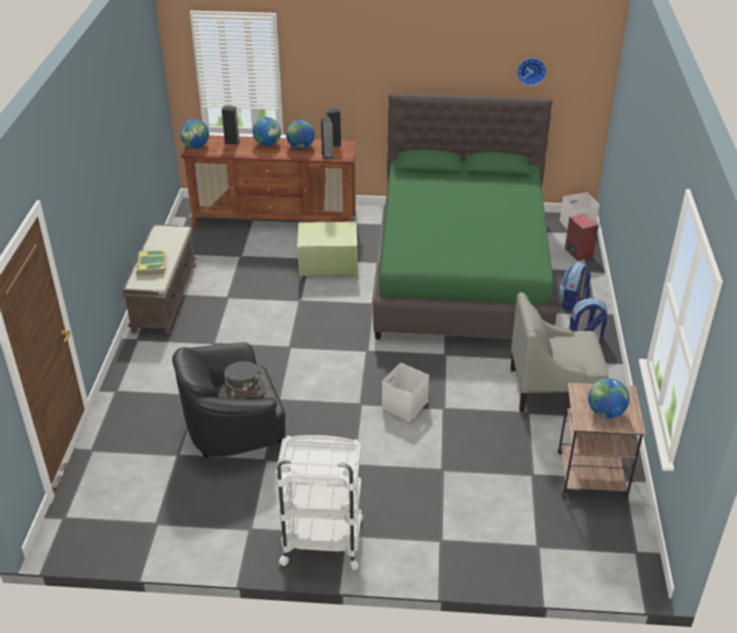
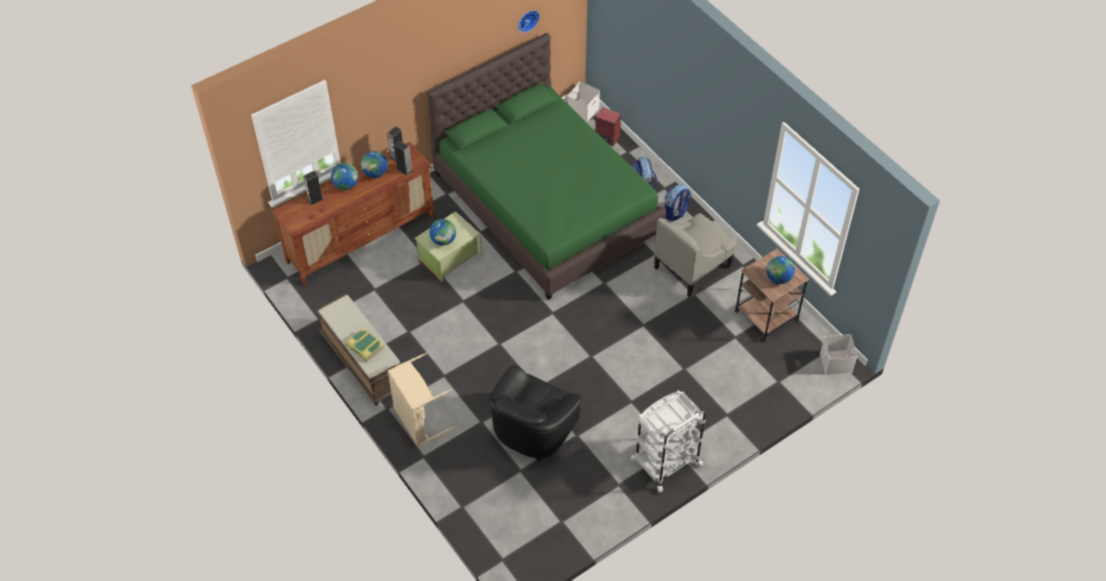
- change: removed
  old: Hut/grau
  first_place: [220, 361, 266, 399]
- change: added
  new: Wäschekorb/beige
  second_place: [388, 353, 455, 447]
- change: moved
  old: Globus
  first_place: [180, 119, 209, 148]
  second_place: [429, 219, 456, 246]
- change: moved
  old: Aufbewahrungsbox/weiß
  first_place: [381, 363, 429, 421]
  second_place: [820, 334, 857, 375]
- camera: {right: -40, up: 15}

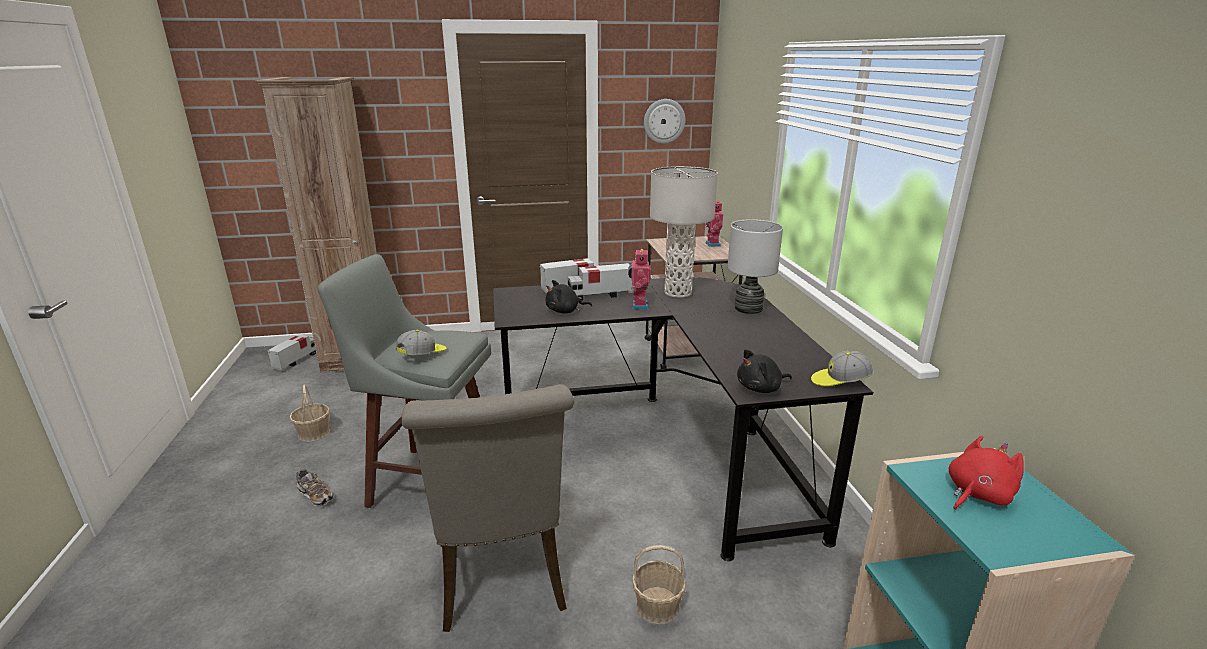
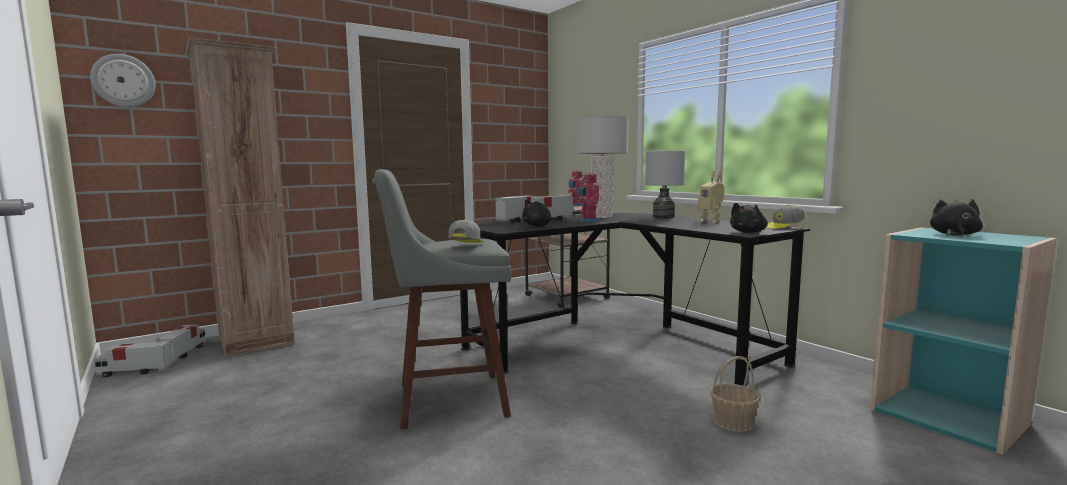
- change: removed
  old: Korb
  first_place: [290, 384, 330, 442]
- change: removed
  old: Schuh
  first_place: [296, 469, 333, 507]
- change: removed
  old: Stuhl/beige
  first_place: [401, 384, 574, 632]
- change: added
  new: Spielzeuglaster
  second_place: [94, 341, 173, 377]
- change: added
  new: Spielzeugroboter
  second_place: [698, 171, 725, 223]
- change: moved
  old: Wanduhr
  first_place: [644, 99, 685, 144]
  second_place: [90, 54, 156, 107]
- change: recoloured
  old: Plüschtier/rot
  new: Plüschtier/schwarz
  first_place: [949, 436, 1024, 510]
  second_place: [930, 199, 983, 236]
- camera: {right: -25, up: -15}

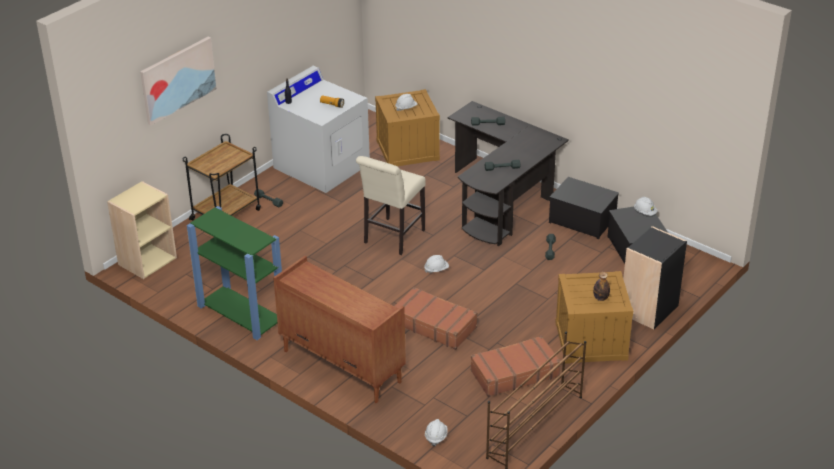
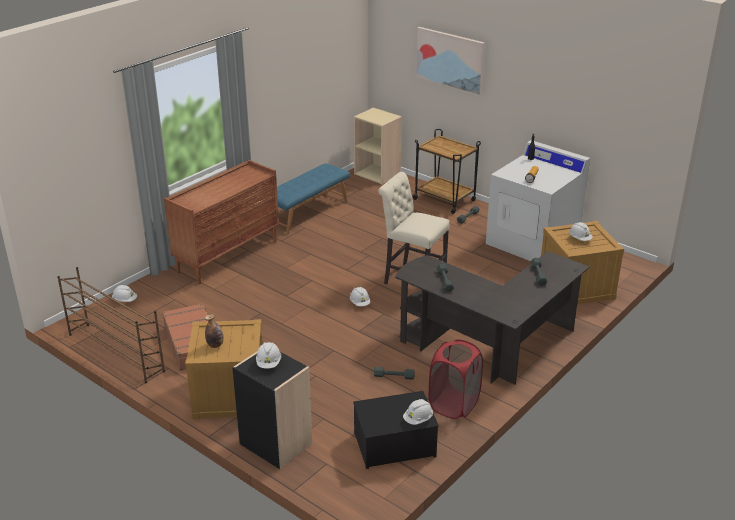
- change: removed
  old: Koffer/braun
  first_place: [395, 287, 478, 350]
- change: added
  new: Schutzhelm/weiß
  second_place: [256, 342, 281, 369]
- change: replaced
  old: Bücherregal/grün
  new: Bank/blau
  first_place: [187, 206, 282, 340]
  second_place: [277, 163, 350, 235]
- change: replaced
  old: Aufbewahrungsbox
  new: Wäschekorb/rot
  first_place: [549, 177, 619, 239]
  second_place: [429, 339, 483, 419]
- camera: {right: 90, up: -5}

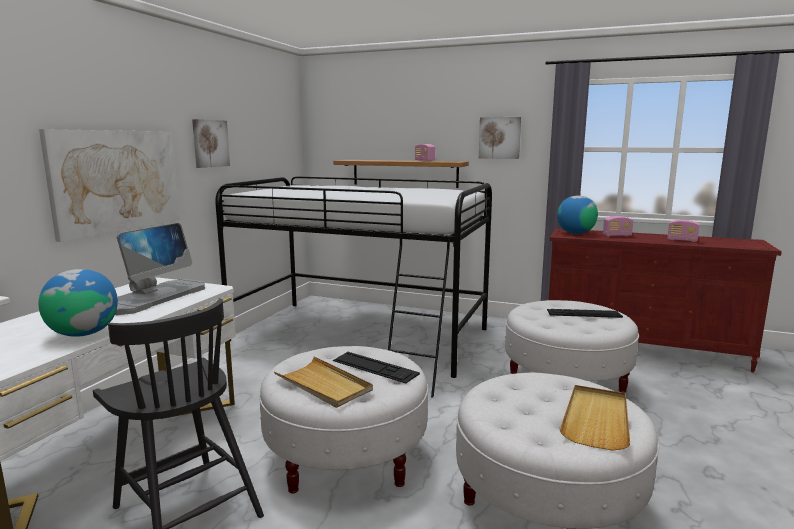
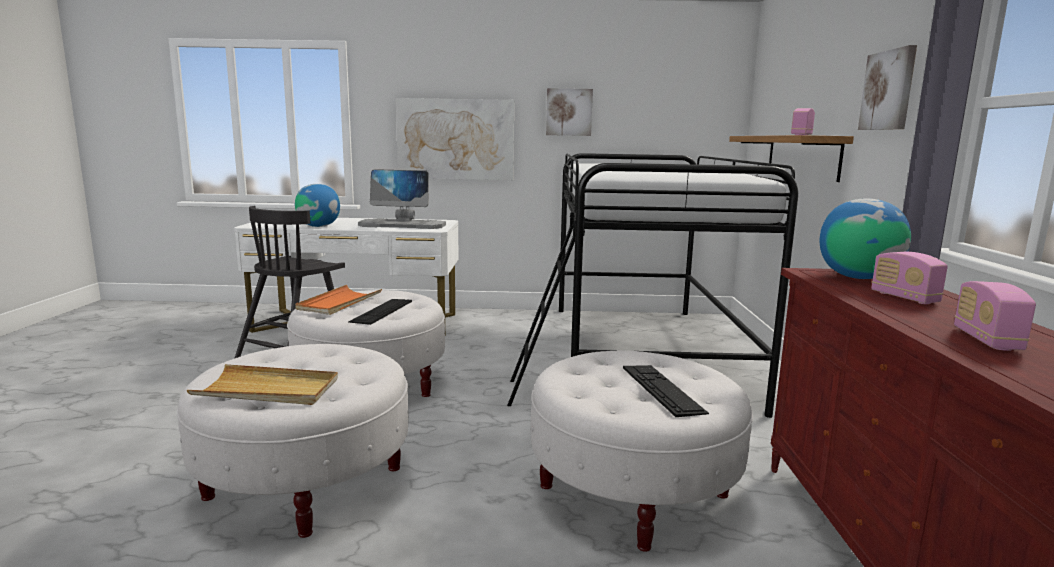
- change: recoloured
  old: Tablett/beige
  new: Tablett/orange
  first_place: [274, 356, 373, 408]
  second_place: [295, 285, 382, 315]
- camera: {right: 70, up: 0}

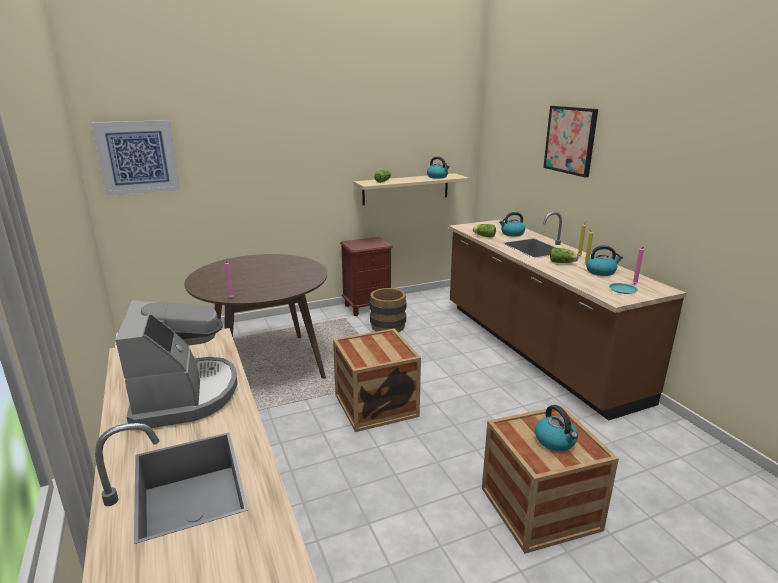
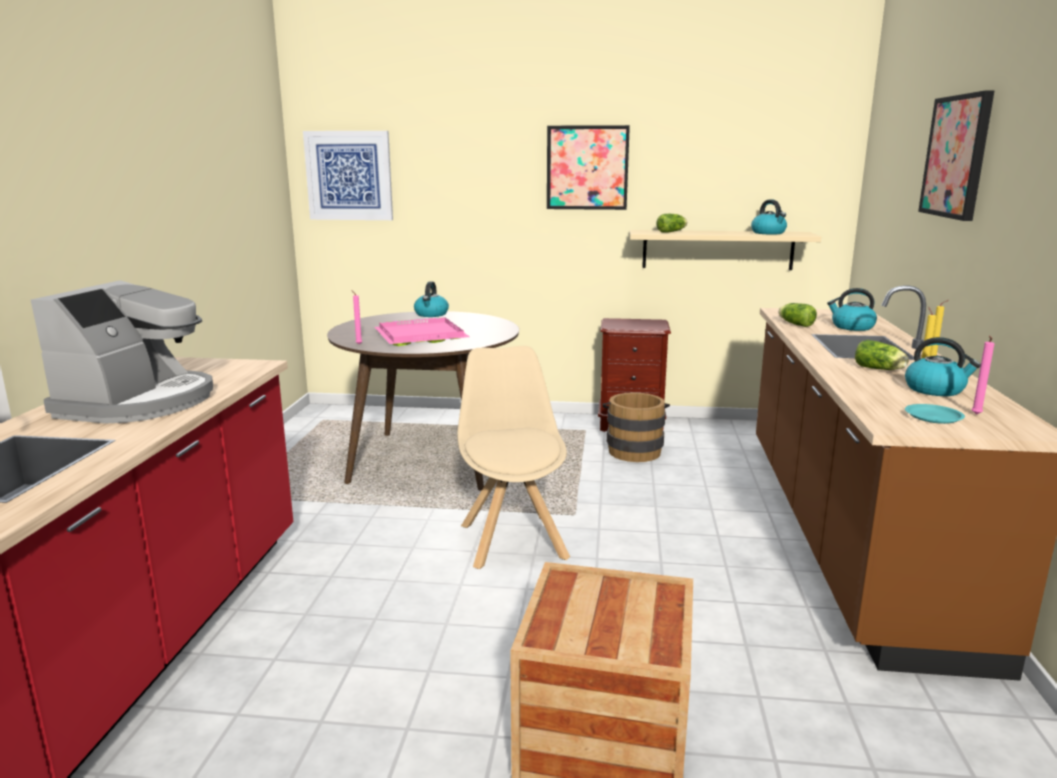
- change: added
  new: Tablett/rosa
  second_place: [375, 317, 470, 346]
- change: added
  new: Bild
  second_place: [547, 125, 630, 210]
- change: moved
  old: Wasserkessel
  first_place: [535, 405, 578, 451]
  second_place: [414, 281, 449, 317]
- change: replaced
  old: Kiste
  new: Stuhl/beige
  first_place: [333, 328, 421, 432]
  second_place: [457, 346, 570, 569]
- camera: {right: 30, up: -5}

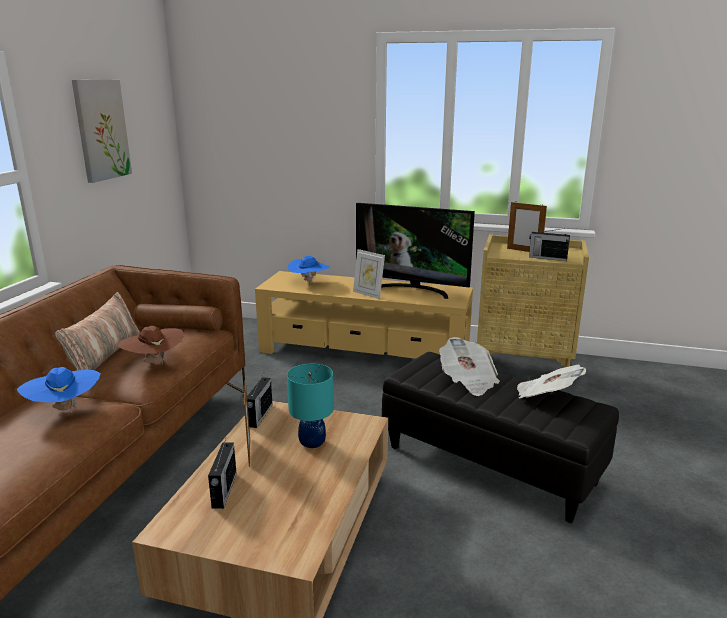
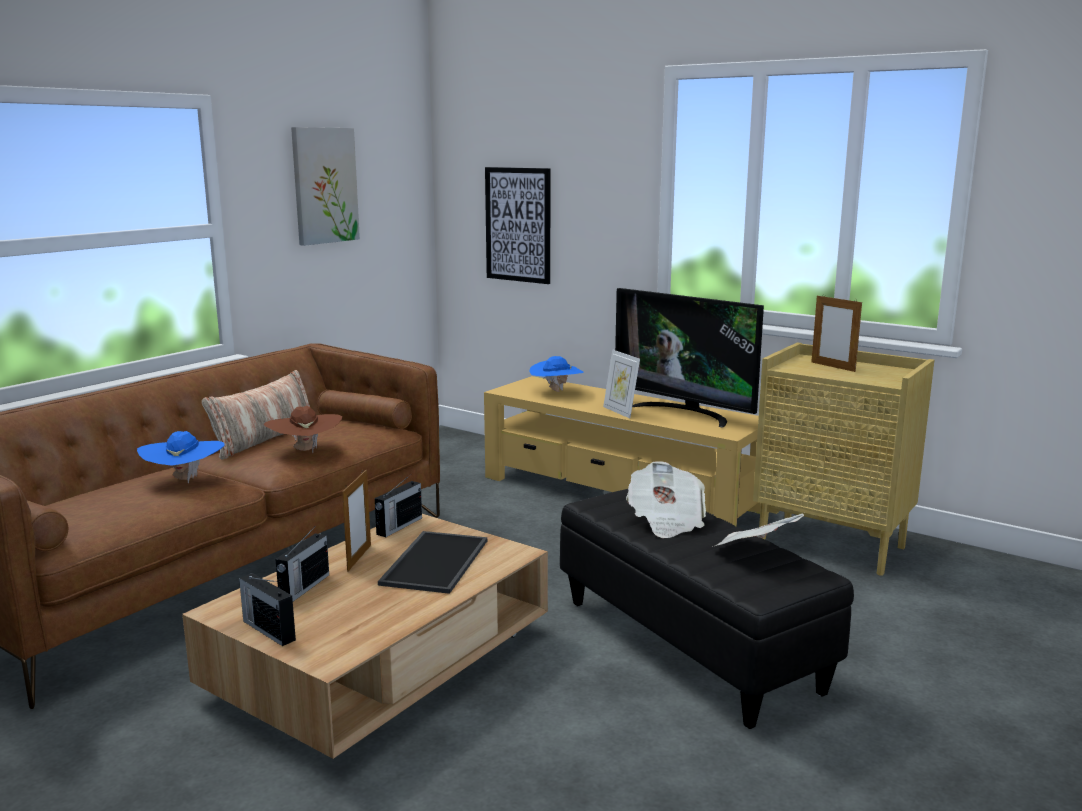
- change: added
  new: Bild
  second_place: [485, 167, 551, 284]
- change: moved
  old: Radio
  first_place: [529, 228, 570, 261]
  second_place: [239, 573, 296, 646]
- change: replaced
  old: Tischlampe/türkis
  new: Tablett
  first_place: [287, 364, 334, 448]
  second_place: [378, 531, 487, 594]
- camera: {right: 20, up: -5}

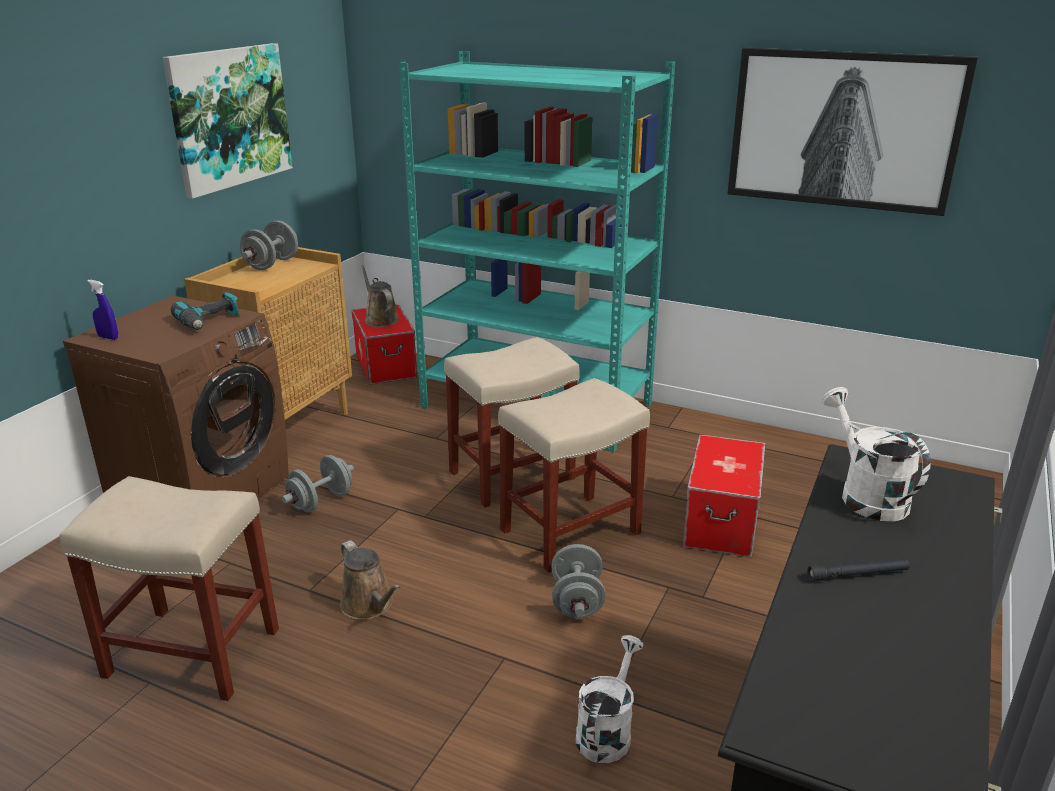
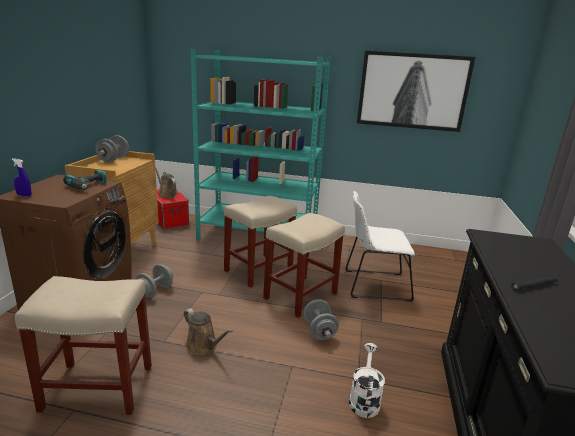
- change: removed
  old: Bild
  first_place: [162, 43, 293, 199]
- change: removed
  old: Gießkanne/weiß
  first_place: [822, 387, 931, 521]
- change: replaced
  old: Aufbewahrungsbox
  new: Stuhl/weiß
  first_place: [683, 435, 766, 557]
  second_place: [345, 191, 415, 302]
- camera: {right: -15, up: -5}

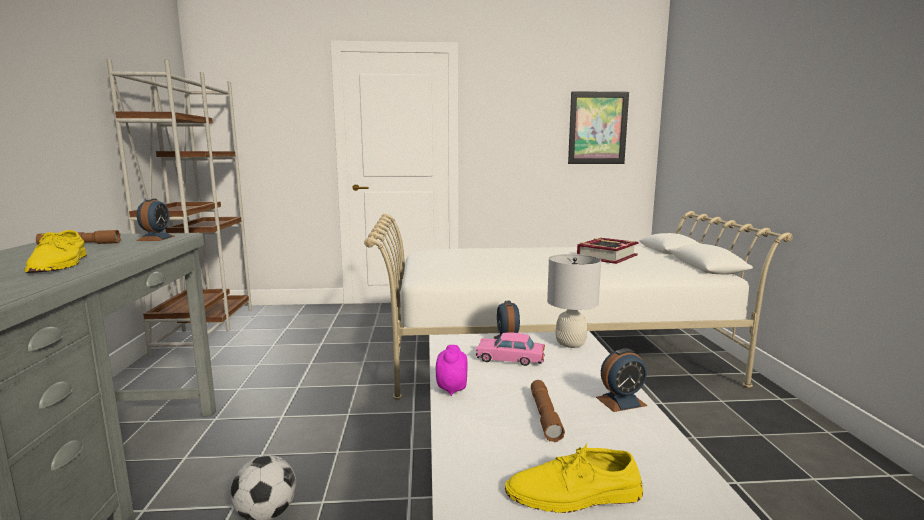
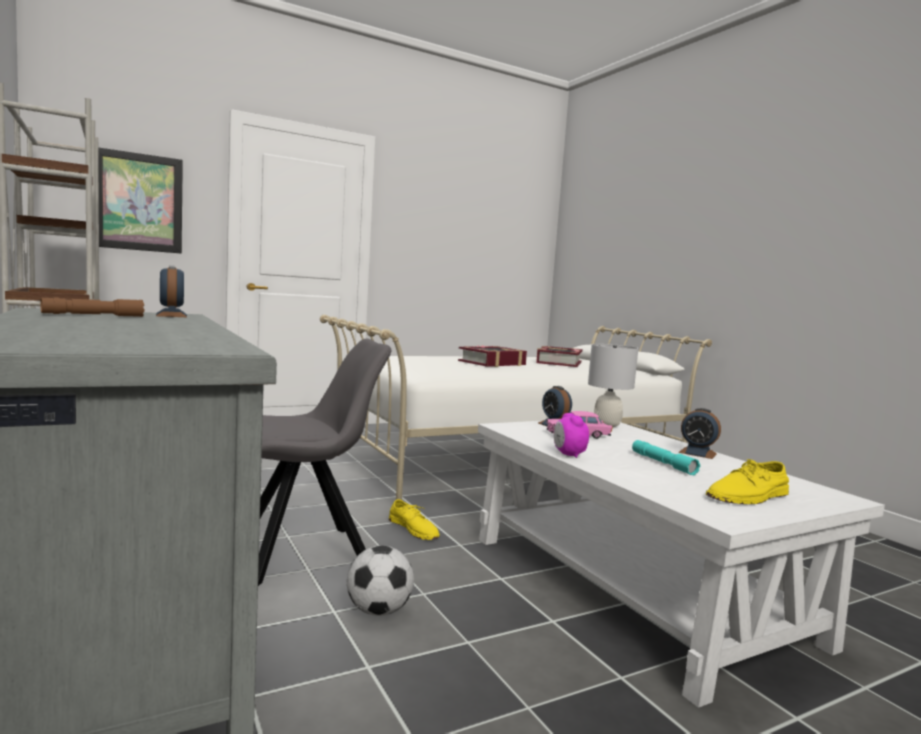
- change: added
  new: Stuhl/grau
  second_place: [258, 339, 391, 586]
- change: added
  new: Buch
  second_place: [458, 345, 527, 367]
- change: moved
  old: Schuh/gelb
  first_place: [24, 230, 87, 273]
  second_place: [389, 499, 440, 540]
- change: moved
  old: Bild
  first_place: [568, 91, 629, 164]
  second_place: [98, 147, 183, 253]
- change: recoloured
  old: Taschenlampe/braun
  new: Taschenlampe/türkis
  first_place: [531, 380, 565, 442]
  second_place: [632, 440, 700, 475]
- change: turned
  old: Wecker
  first_place: [596, 348, 647, 412]
  second_place: [679, 408, 721, 459]
  degrees: 75
- camera: {right: -25, up: -5}

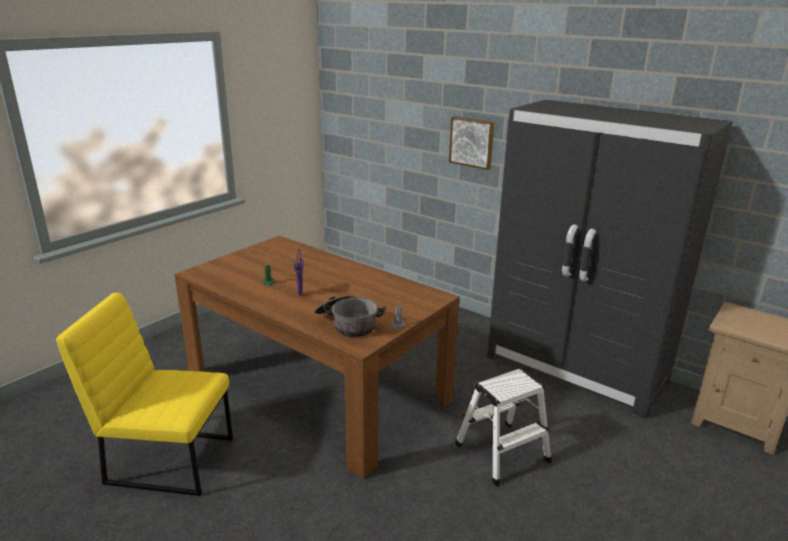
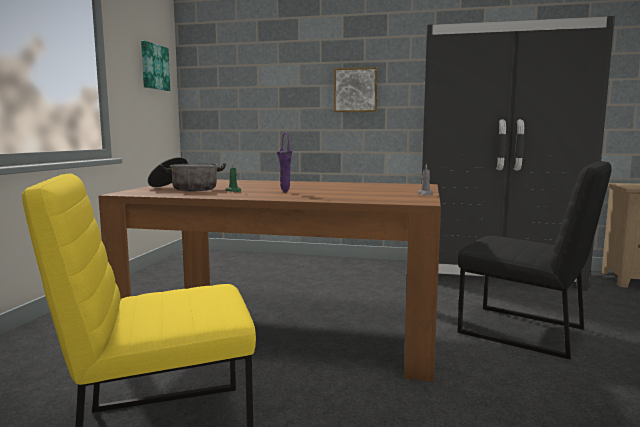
- change: added
  new: Bild
  second_place: [141, 41, 170, 91]
- change: moved
  old: Kochtopf
  first_place: [314, 296, 386, 337]
  second_place: [148, 157, 226, 191]
- change: replaced
  old: Trittleiter/weiß
  new: Stuhl/schwarz
  first_place: [455, 368, 552, 487]
  second_place: [457, 161, 612, 360]
- camera: {right: -25, up: -15}

